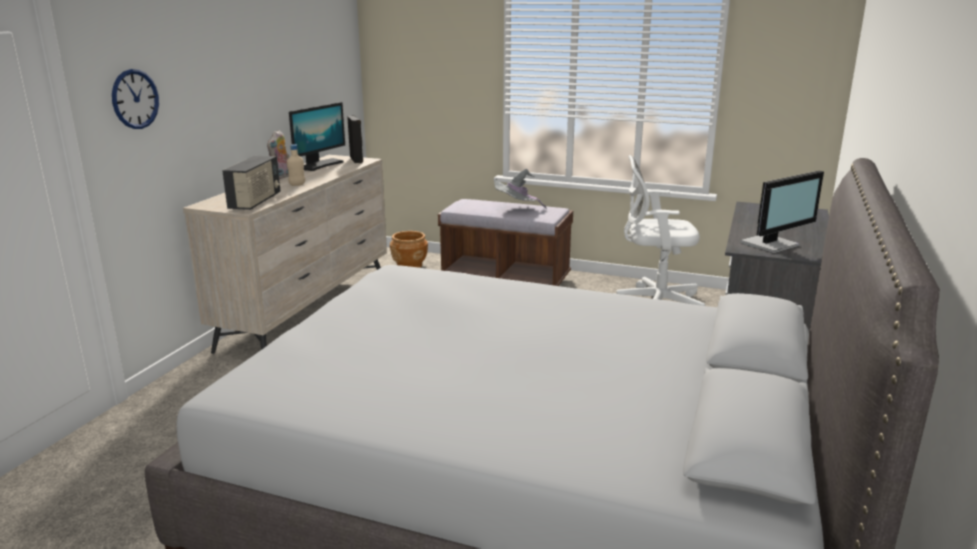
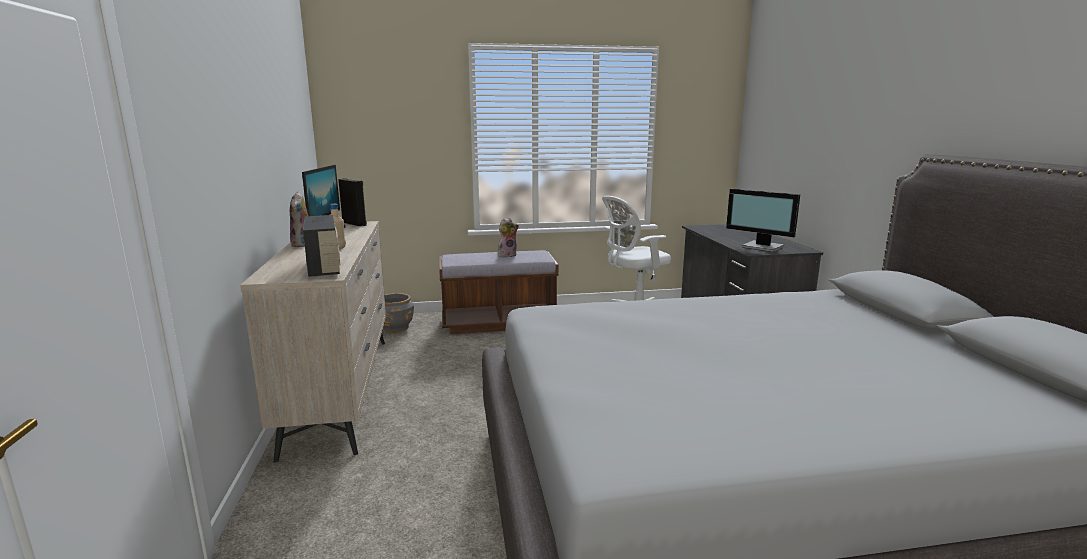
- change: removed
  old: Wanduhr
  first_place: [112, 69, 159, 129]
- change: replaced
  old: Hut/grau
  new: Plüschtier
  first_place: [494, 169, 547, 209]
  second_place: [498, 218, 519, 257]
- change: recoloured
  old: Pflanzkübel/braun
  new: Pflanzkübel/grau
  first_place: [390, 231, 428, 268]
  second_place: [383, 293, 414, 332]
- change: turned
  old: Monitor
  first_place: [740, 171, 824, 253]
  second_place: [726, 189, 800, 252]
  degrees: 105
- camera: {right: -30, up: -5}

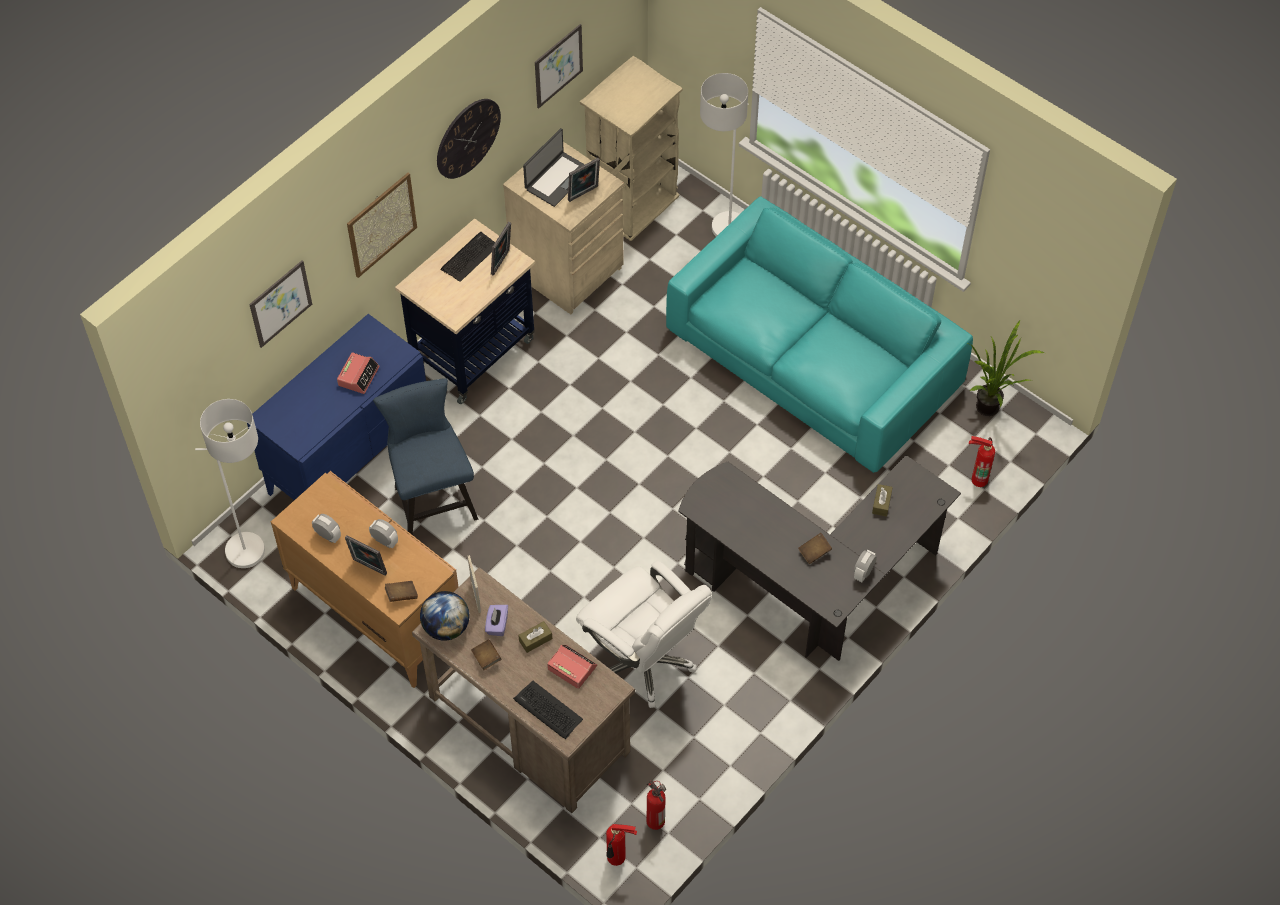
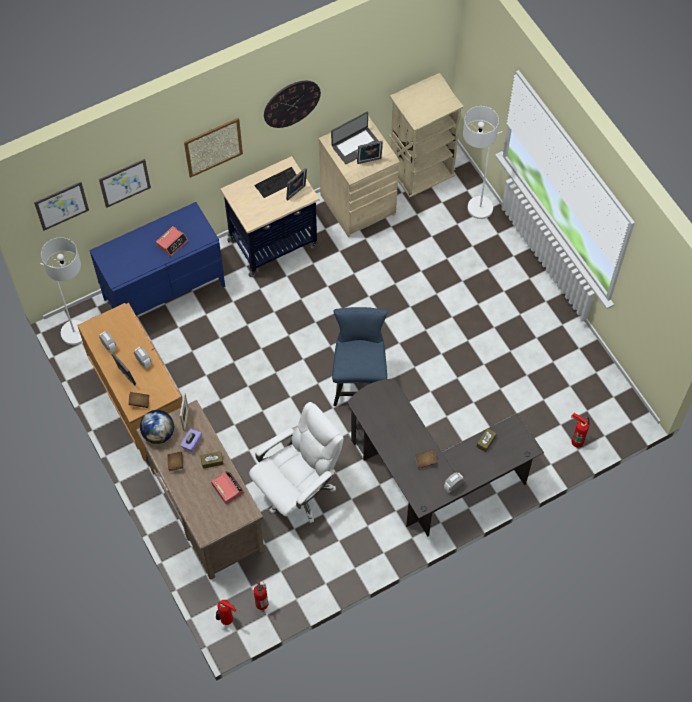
- change: removed
  old: Tastatur
  first_place: [513, 681, 583, 739]
- change: removed
  old: Sofa/türkis
  first_place: [666, 196, 973, 473]
- change: removed
  old: Topfpflanze
  first_place: [967, 321, 1045, 416]
- change: moved
  old: Stuhl/blau
  first_place: [373, 378, 478, 535]
  second_place: [332, 307, 388, 406]
- change: moved
  old: Bild
  first_place: [535, 24, 583, 108]
  second_place: [34, 182, 89, 231]
- change: turned
  old: Bürostuhl/weiß
  first_place: [576, 561, 712, 708]
  second_place: [249, 402, 344, 523]
  degrees: -105
- camera: {right: 20, up: 5}

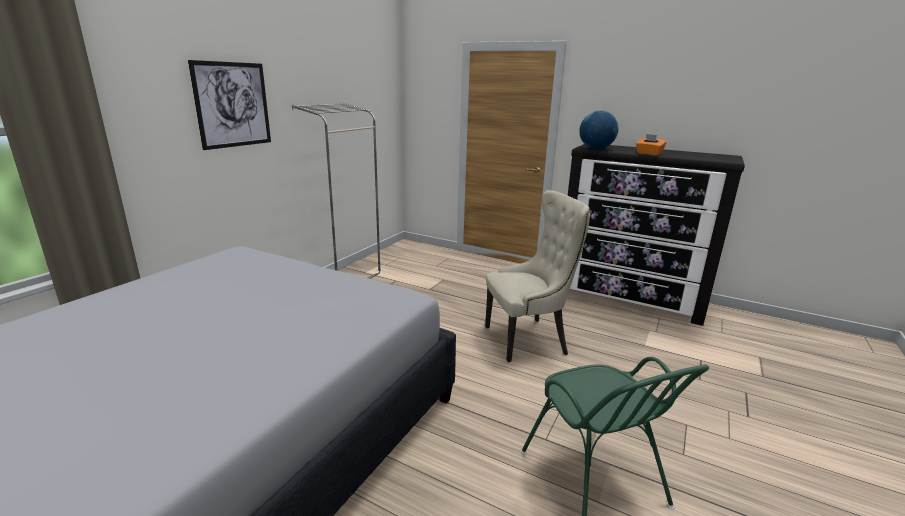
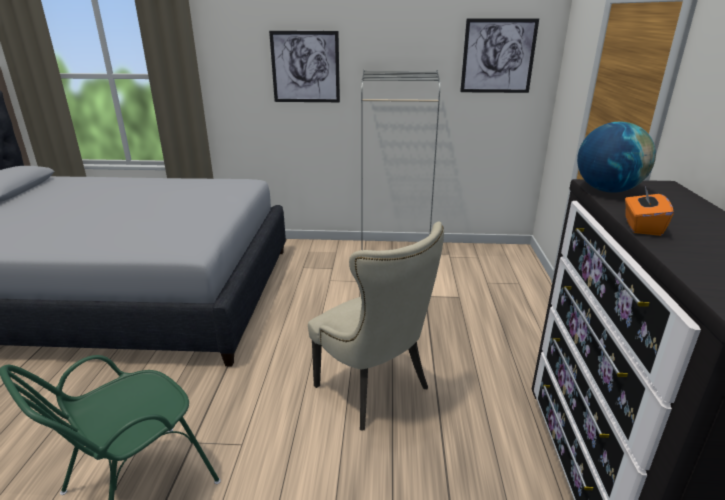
- change: added
  new: Bild
  second_place: [460, 18, 539, 93]
- camera: {right: 65, up: 5}

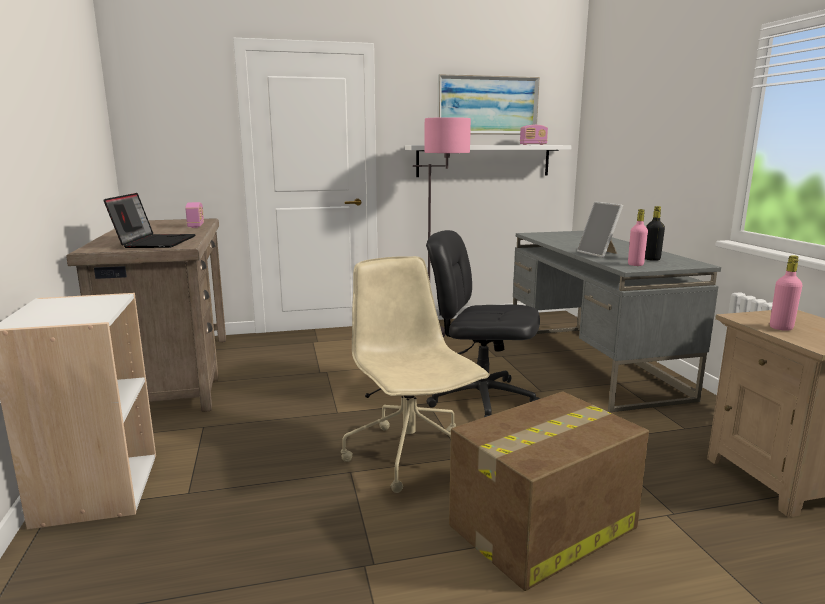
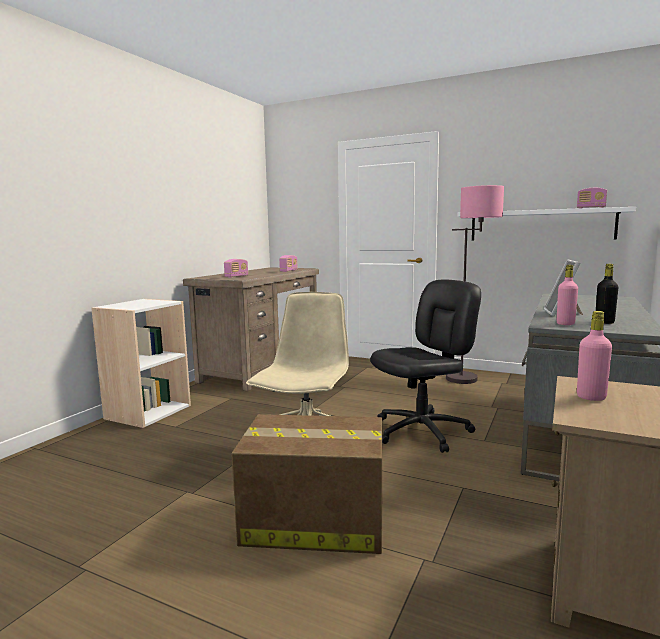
- change: removed
  old: Bild
  first_place: [437, 74, 540, 135]
- change: replaced
  old: Laptop
  new: Radio
  first_place: [103, 193, 196, 248]
  second_place: [224, 259, 248, 278]
- change: turned
  old: Bürostuhl/schwarz
  first_place: [426, 230, 540, 417]
  second_place: [370, 280, 481, 453]
  degrees: 90
- camera: {right: 40, up: -5}

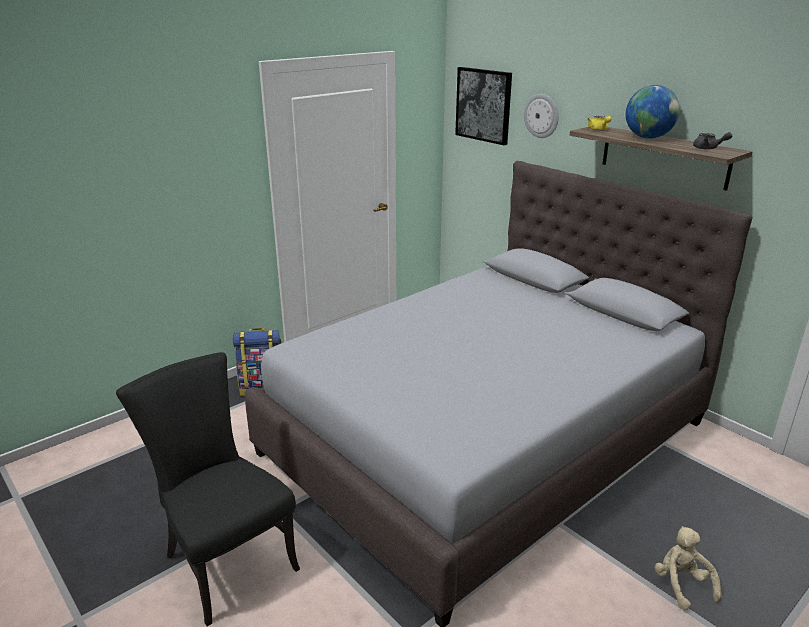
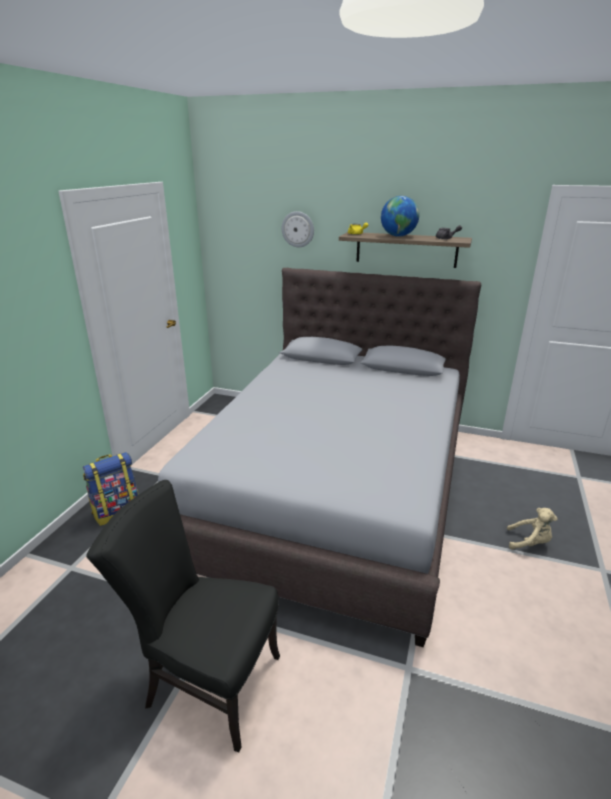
- change: removed
  old: Bild
  first_place: [455, 67, 512, 145]
- change: turned
  old: Plüschtier/beige
  first_place: [655, 526, 722, 610]
  second_place: [507, 508, 558, 550]
  degrees: 150
- camera: {right: -30, up: 0}

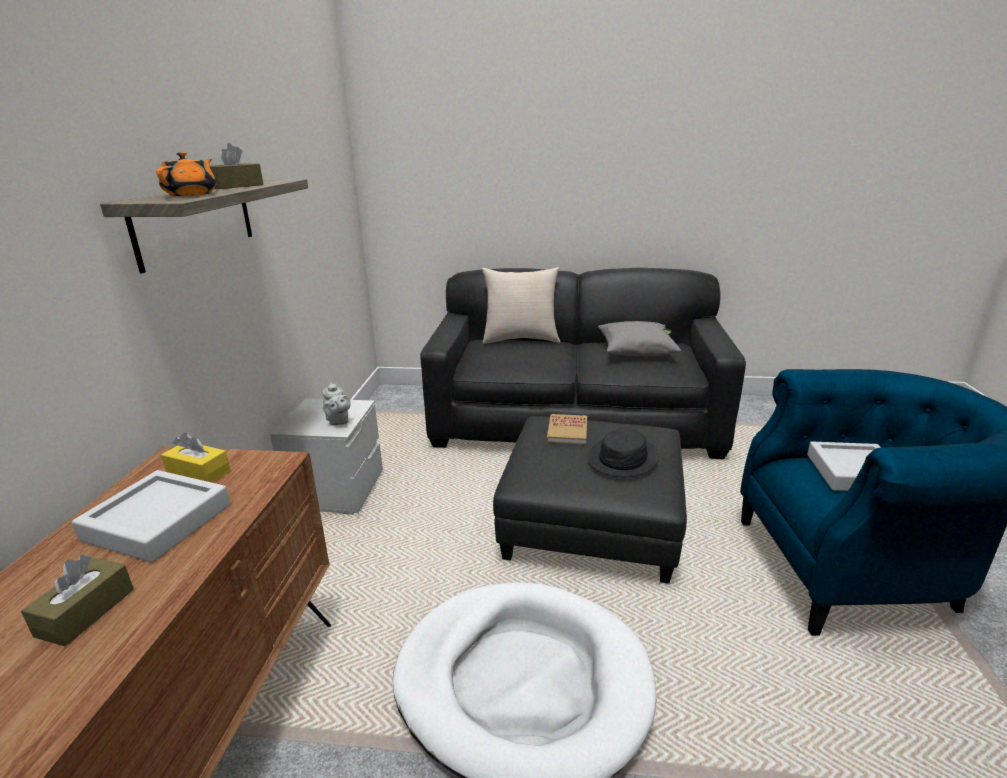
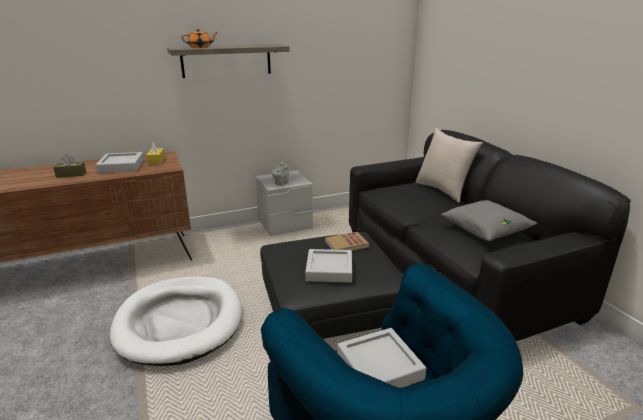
- change: removed
  old: Taschentuchbox/braun
  first_place: [210, 143, 264, 189]
- change: replaced
  old: Hut/schwarz
  new: Tablett/grau
  first_place: [587, 429, 659, 477]
  second_place: [305, 249, 352, 282]
- camera: {right: 60, up: 0}

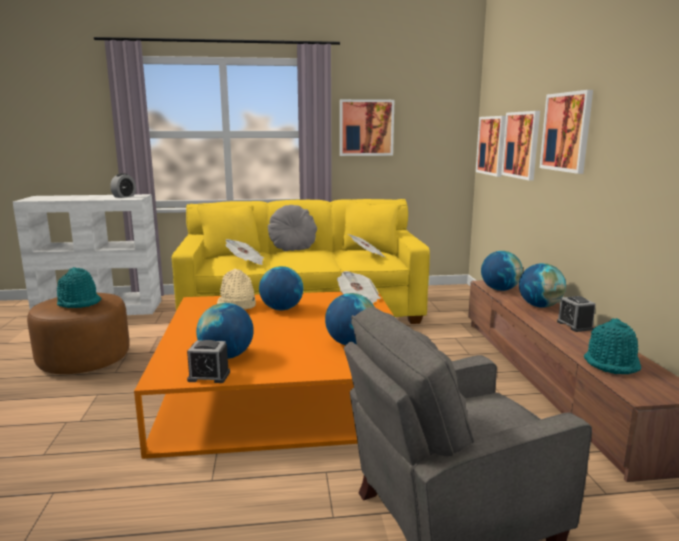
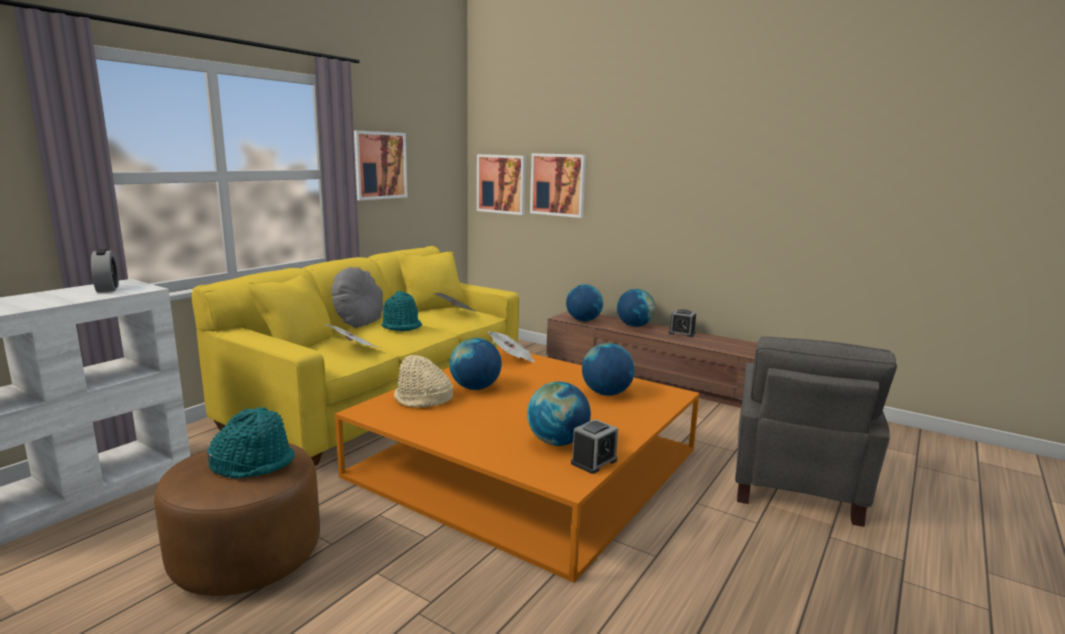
- change: removed
  old: Bild
  first_place: [539, 90, 593, 174]
- change: moved
  old: Hut/türkis
  first_place: [584, 318, 641, 374]
  second_place: [382, 291, 422, 331]
- camera: {right: -50, up: 0}

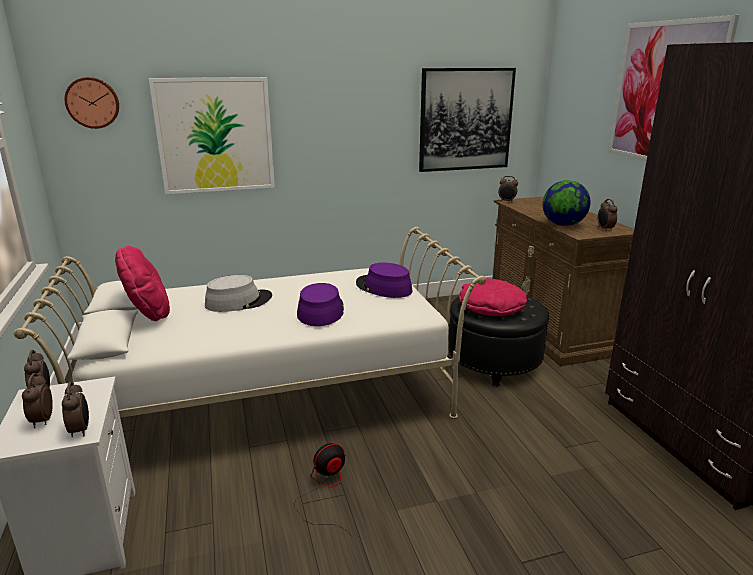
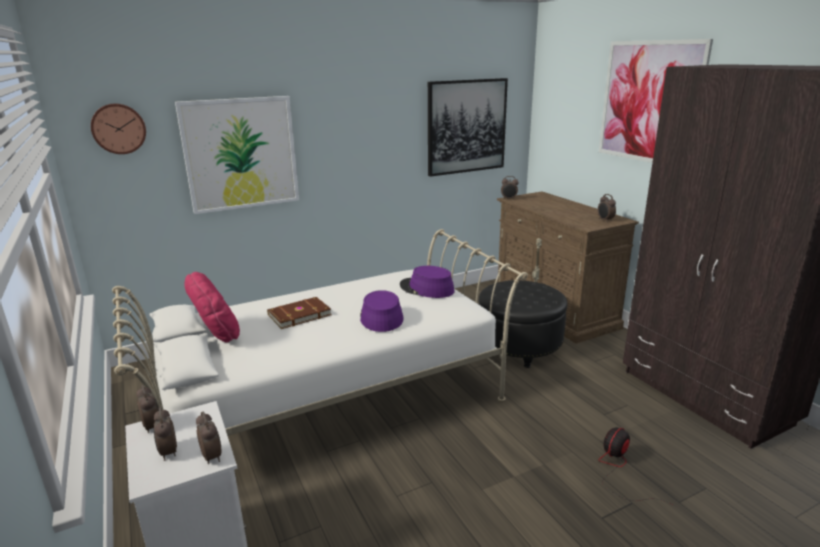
- change: removed
  old: Kissen/rosa
  first_place: [459, 278, 527, 316]
- change: removed
  old: Globus
  first_place: [543, 180, 590, 226]
- change: moved
  old: Ventilator
  first_place: [294, 443, 352, 537]
  second_place: [598, 427, 676, 507]
- change: replaced
  old: Hut/grau
  new: Buch/braun
  first_place: [205, 275, 272, 312]
  second_place: [267, 297, 332, 329]
- camera: {right: -10, up: 0}

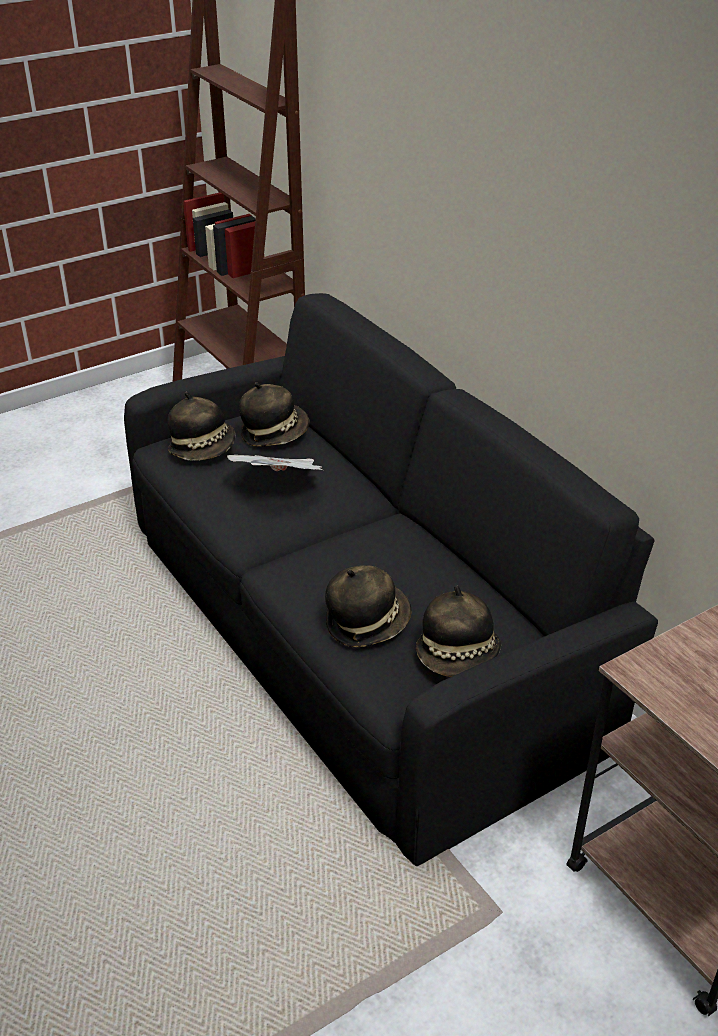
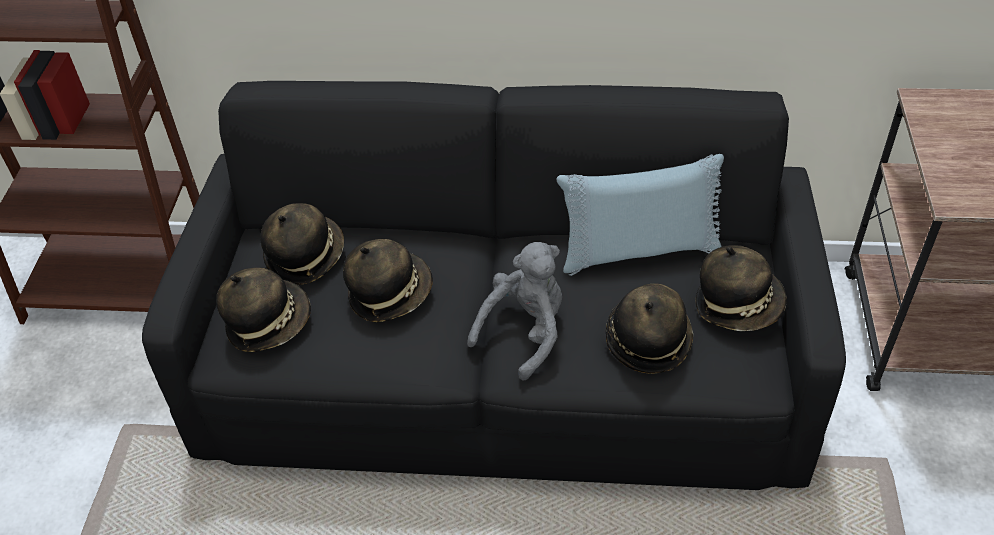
- change: added
  new: Plüschtier/grau
  second_place: [467, 242, 562, 380]
- change: added
  new: Kissen/blau
  second_place: [557, 154, 724, 276]
- change: replaced
  old: Zeitung
  new: Hut
  first_place: [227, 455, 323, 471]
  second_place: [343, 239, 433, 322]
- camera: {right: -50, up: 10}

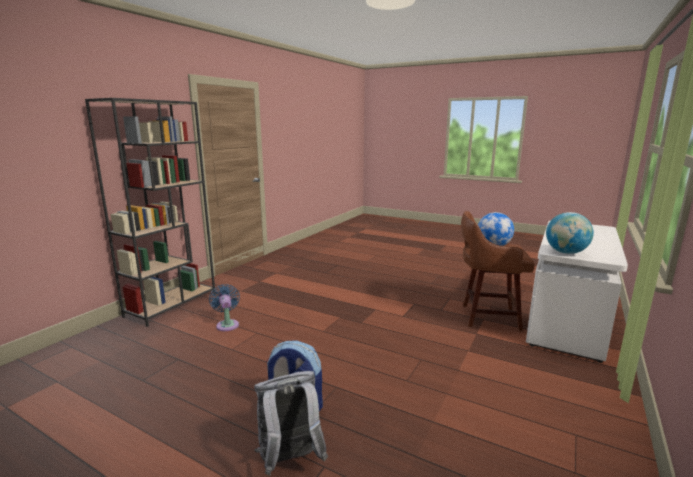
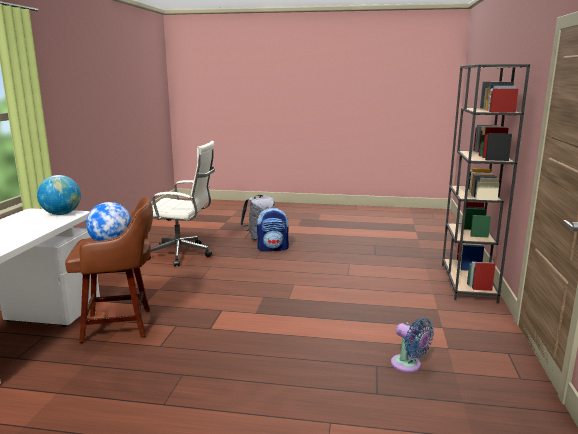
- change: added
  new: Bürostuhl/weiß
  second_place: [148, 141, 215, 266]
- change: moved
  old: Ventilator/blau
  first_place: [209, 284, 240, 331]
  second_place: [391, 318, 434, 372]
- camera: {right: 160, up: 0}

